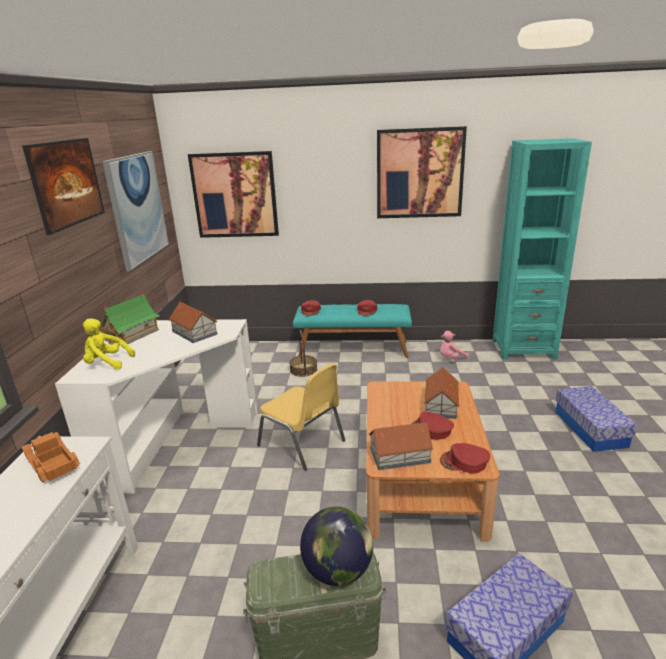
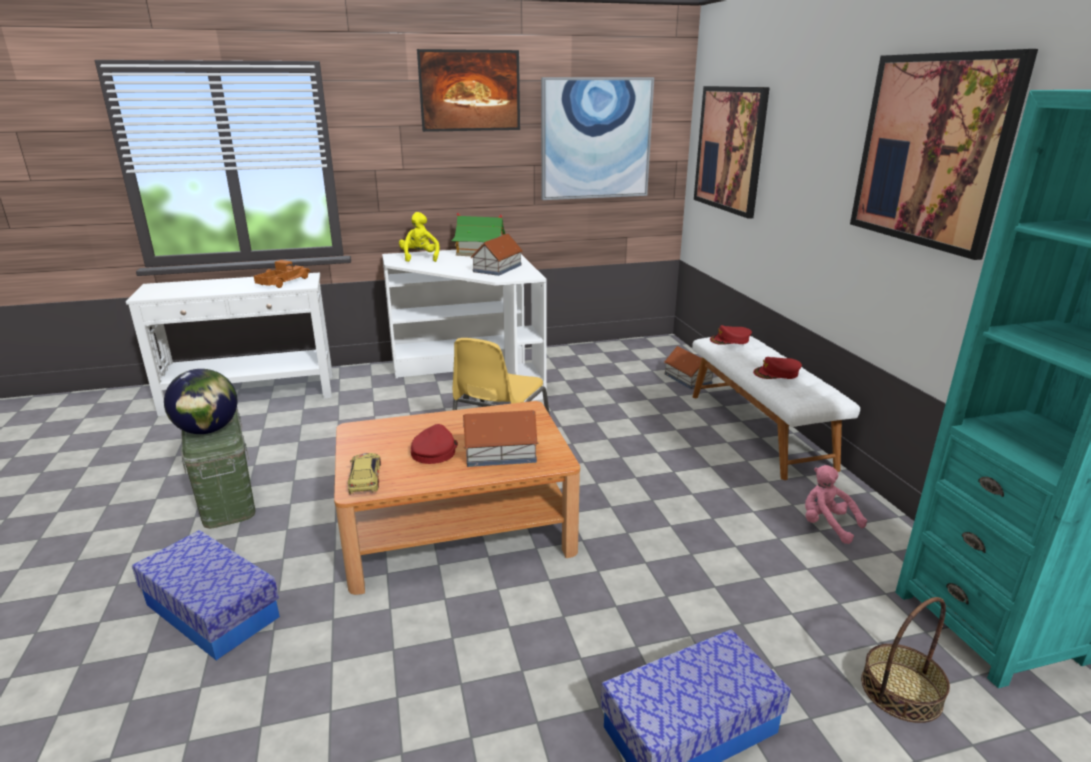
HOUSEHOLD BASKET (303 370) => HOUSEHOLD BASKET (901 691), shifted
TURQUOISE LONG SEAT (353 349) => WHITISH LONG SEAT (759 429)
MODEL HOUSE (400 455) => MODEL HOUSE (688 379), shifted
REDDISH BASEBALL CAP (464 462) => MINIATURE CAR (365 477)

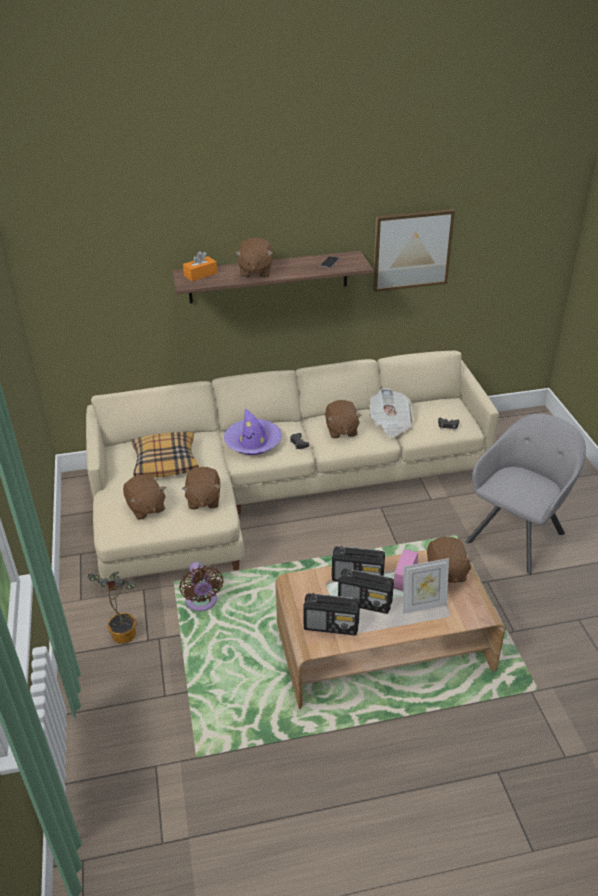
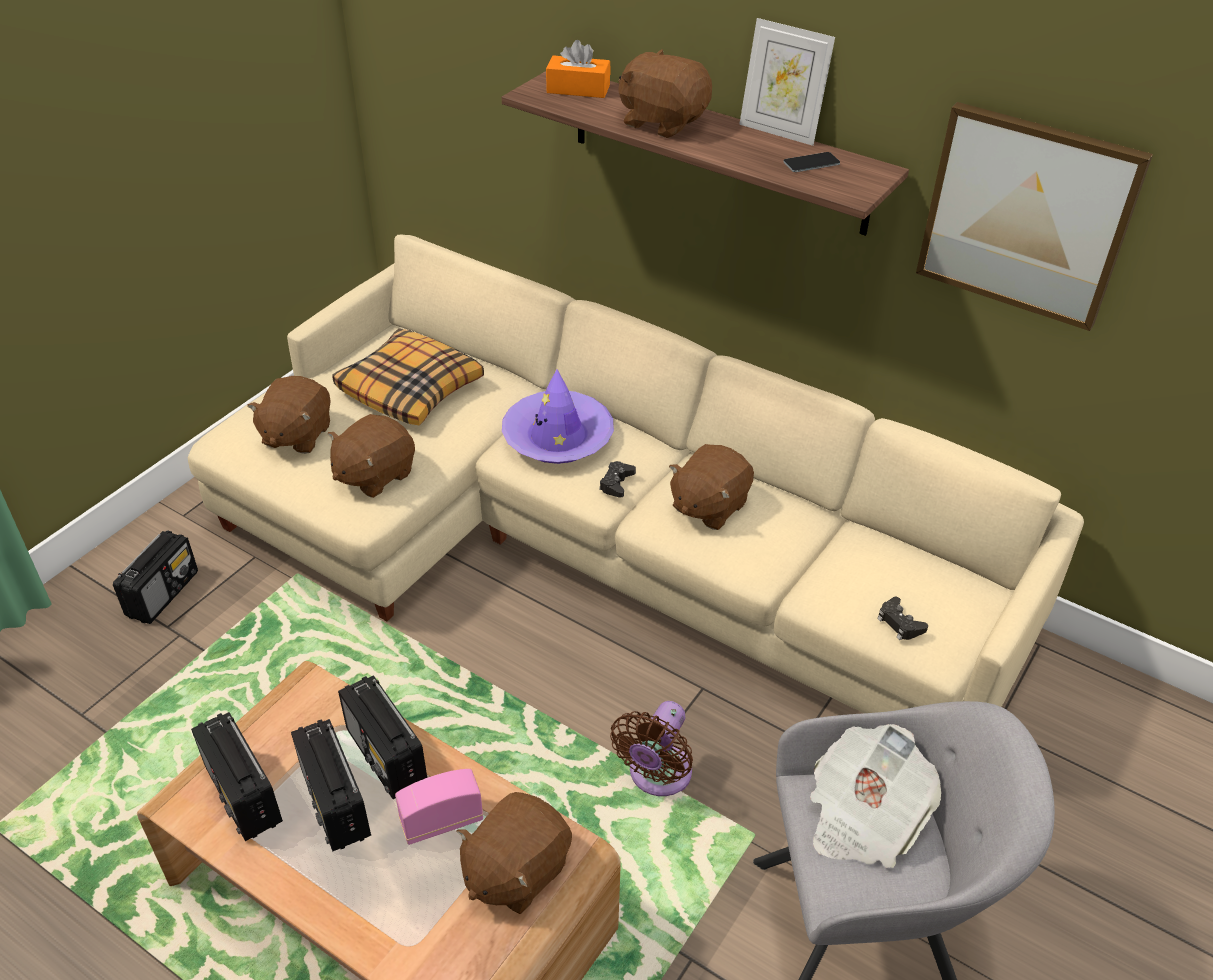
HOUSEPLANT (124 631) => RADIO (163 593)
BROWN-COLOURED FAN (202 603) => BROWN-COLOURED FAN (657 776), shifted
BROWN-COLOURED CUDDLY TOY (255 272) => BROWN-COLOURED CUDDLY TOY (663 122), 75 degrees clockwise
DAILY PAPER (390 423) => DAILY PAPER (863 816), shifted
PHOTO FRAME (423 606) => PHOTO FRAME (779 131), shifted

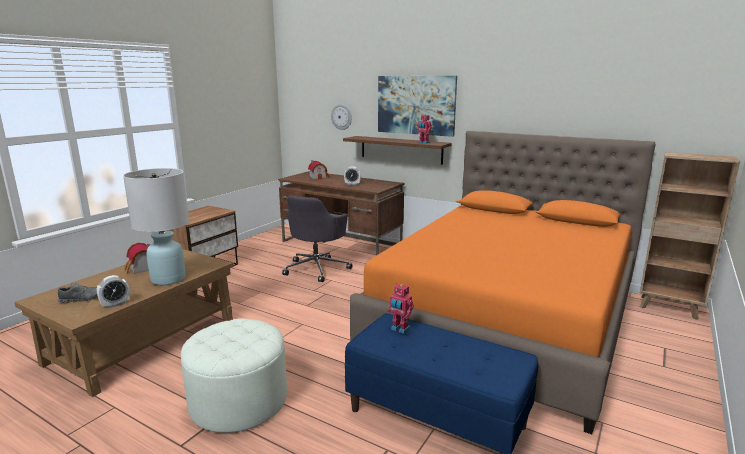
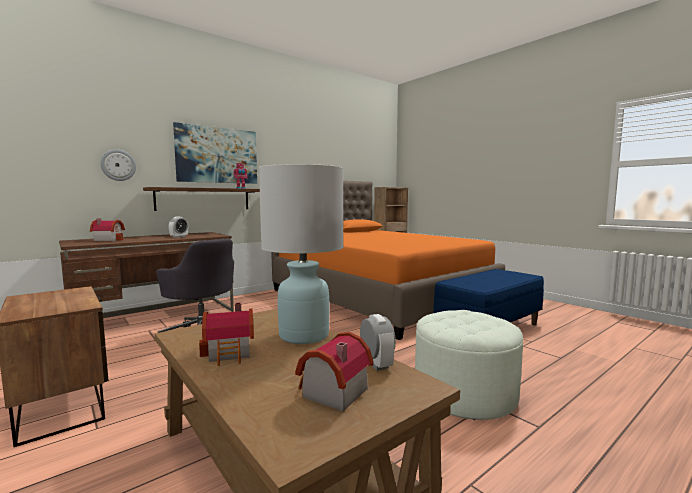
GREY SHOE (82 298) => MODEL HOUSE (331 392)
ROBOT FIGURE (400 329) => nothing

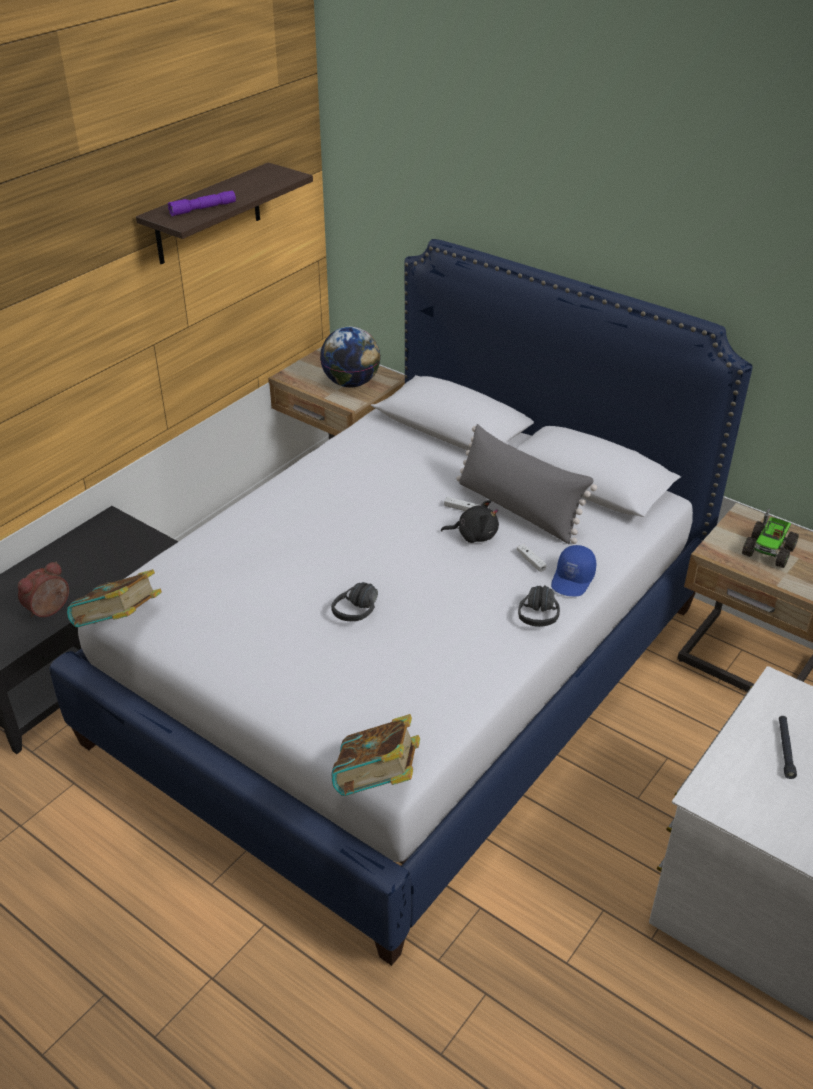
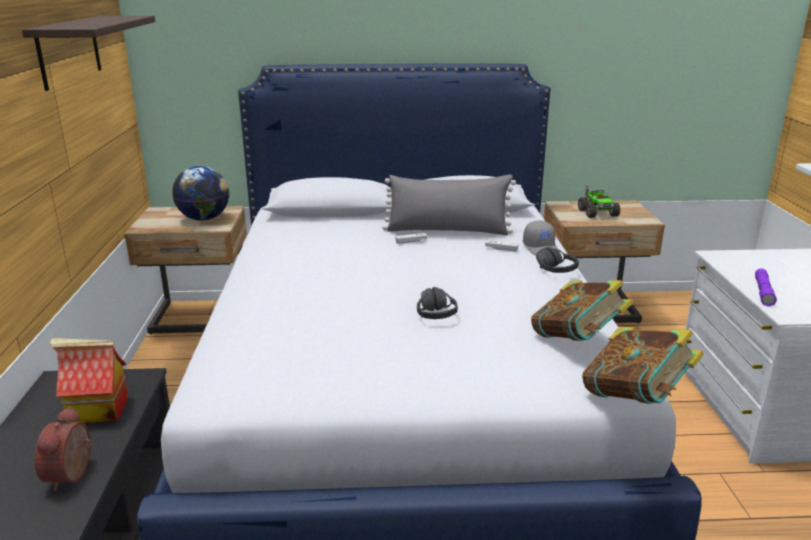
BOUND BOOK (119 624) => BOUND BOOK (577 341), shifted
PURPLE HAND TORCH (203 209) => PURPLE HAND TORCH (763 292), shifted
BLACK CUDDLY TOY (474 535) => nothing
BLUE BASEBALL CAP (573 580) => GREY BASEBALL CAP (541 248)
BLACK HAND TORCH (785 749) => nothing
nothing => MODEL HOUSE (97 411)

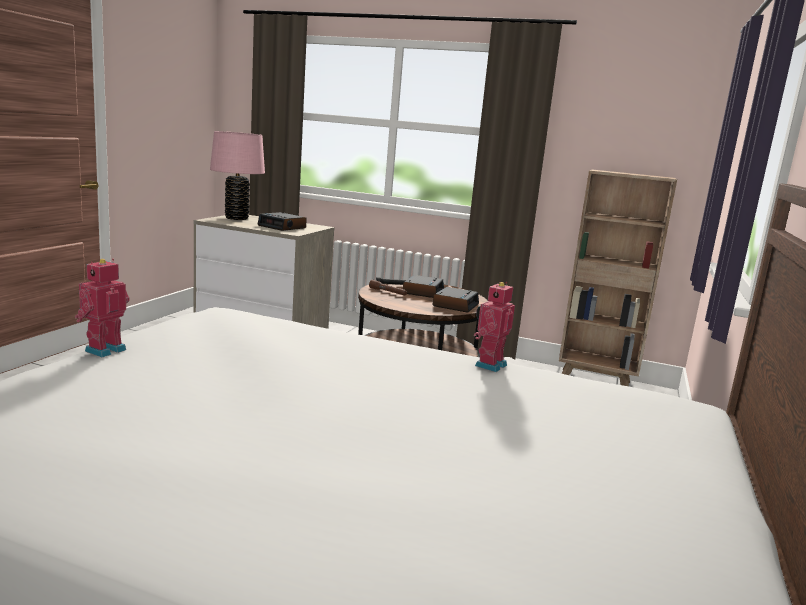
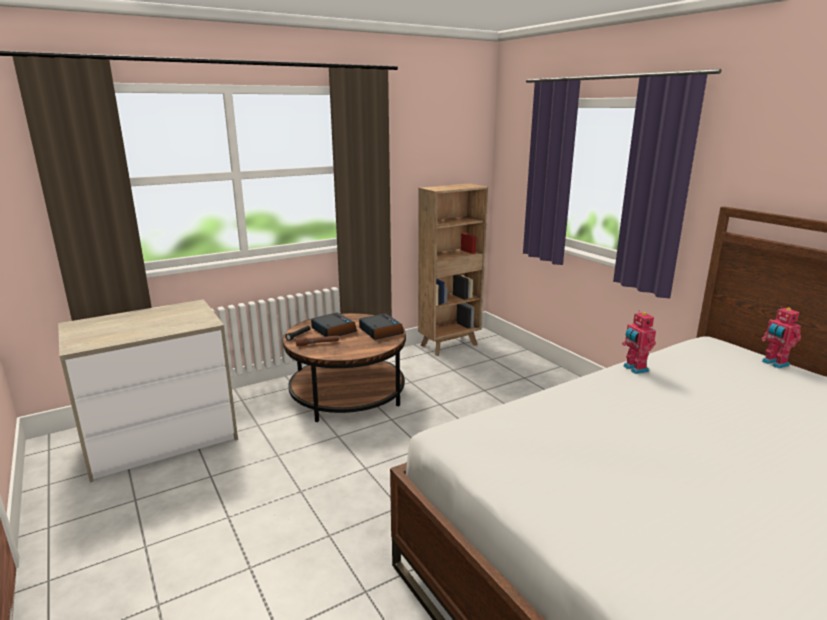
ROBOT FIGURE (104 350) => ROBOT FIGURE (774 363), shifted
PINK-COLOURED TABLETOP LAMP (236 218) => nothing
BEDSIDE CLOCK (282 227) => nothing

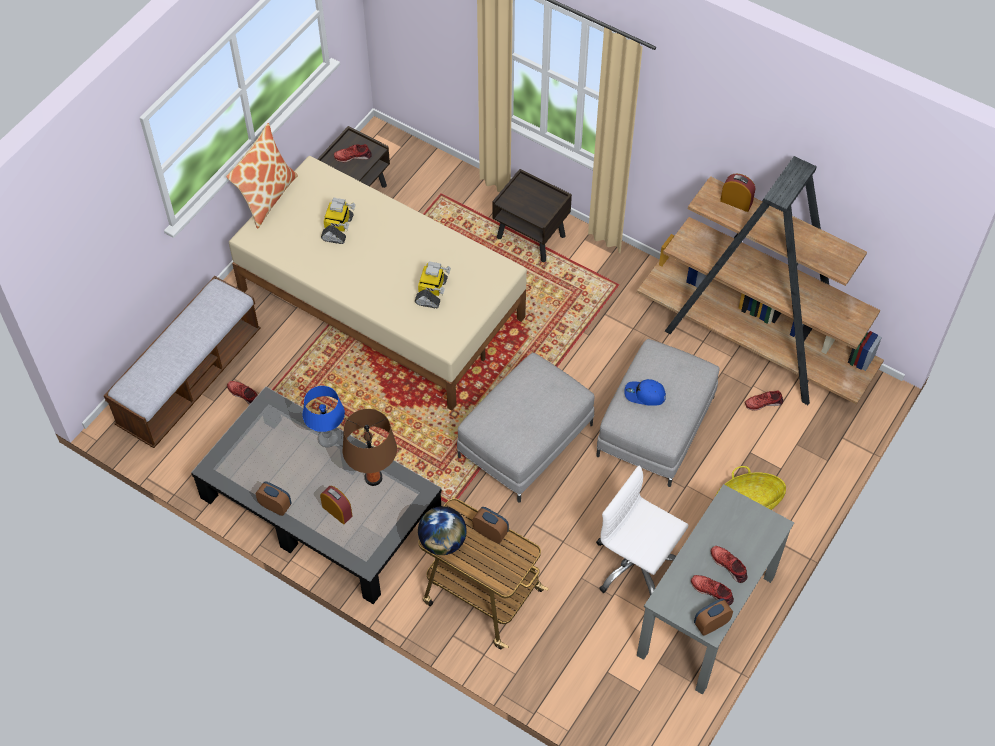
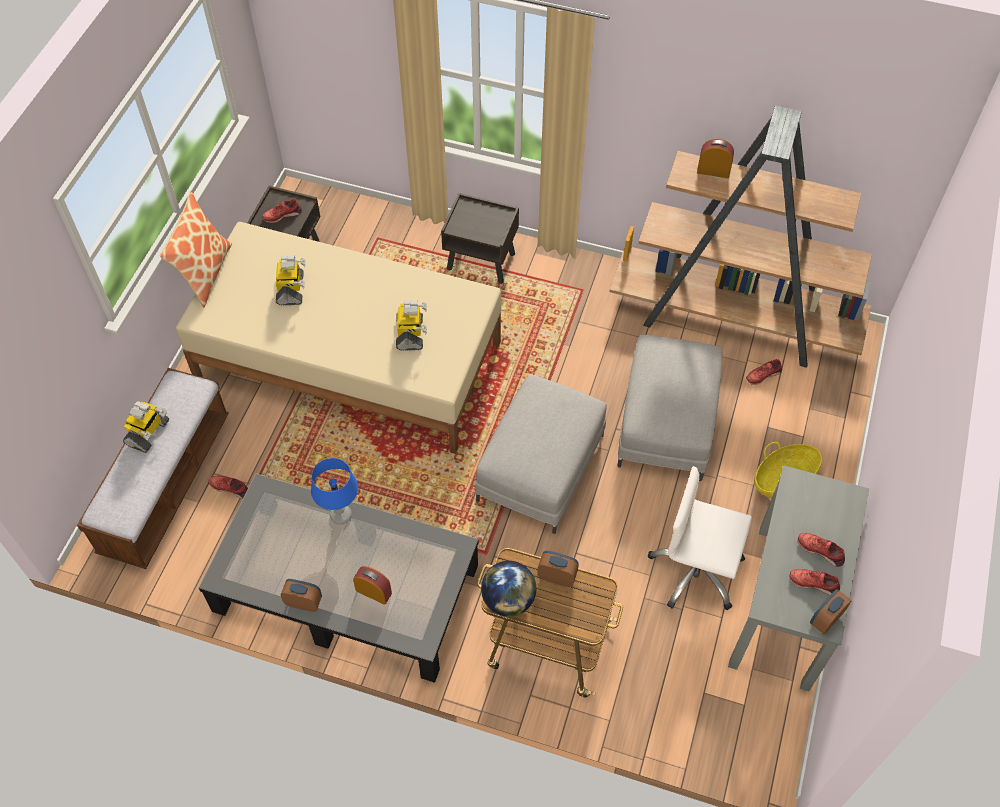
BROWN-COLOURED TABLETOP LAMP (373 478) => nothing
BLUE BASEBALL CAP (644 395) => nothing
nothing => ROBOT FIGURE (148 433)

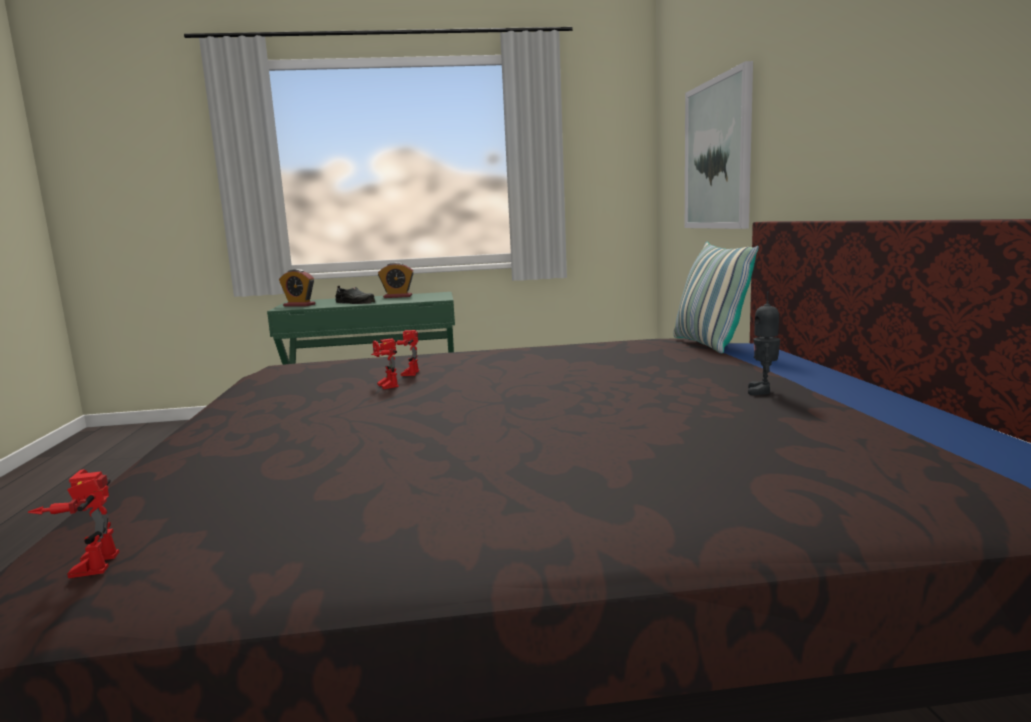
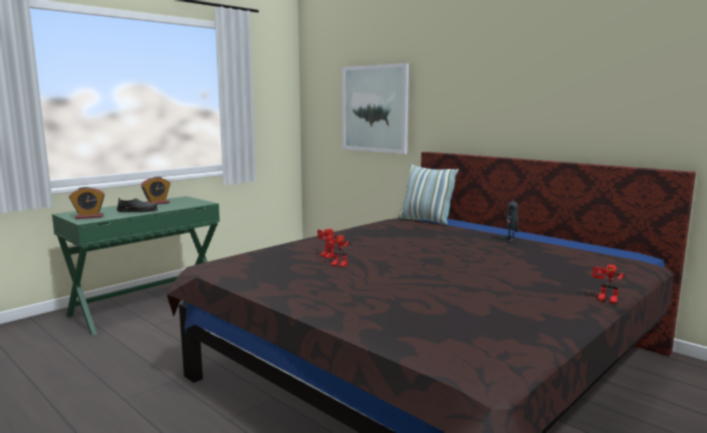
ROBOT FIGURE (88 563) => ROBOT FIGURE (605 300), shifted

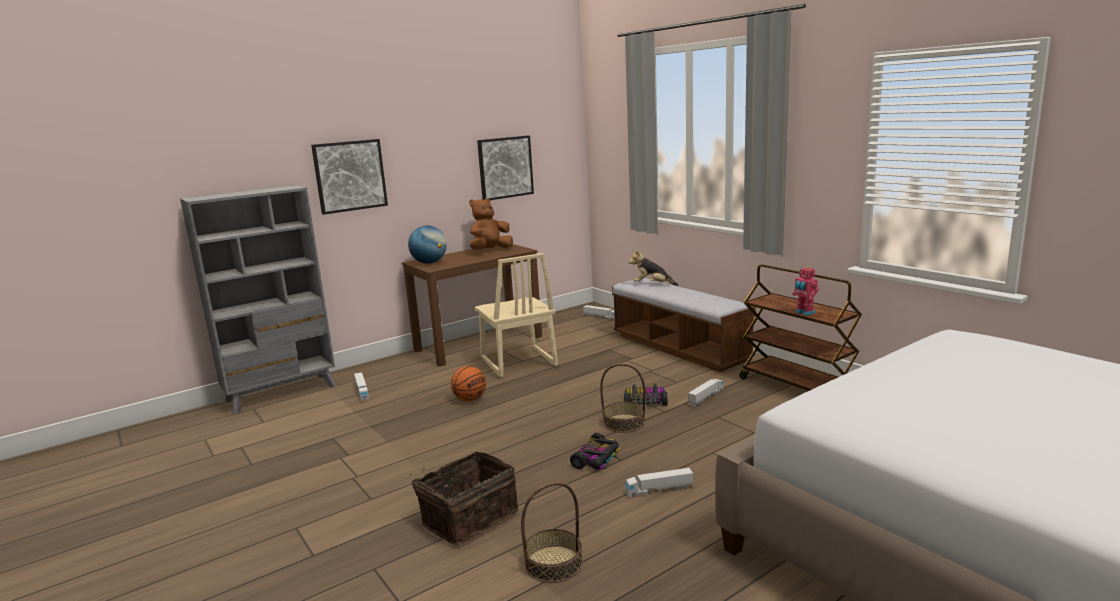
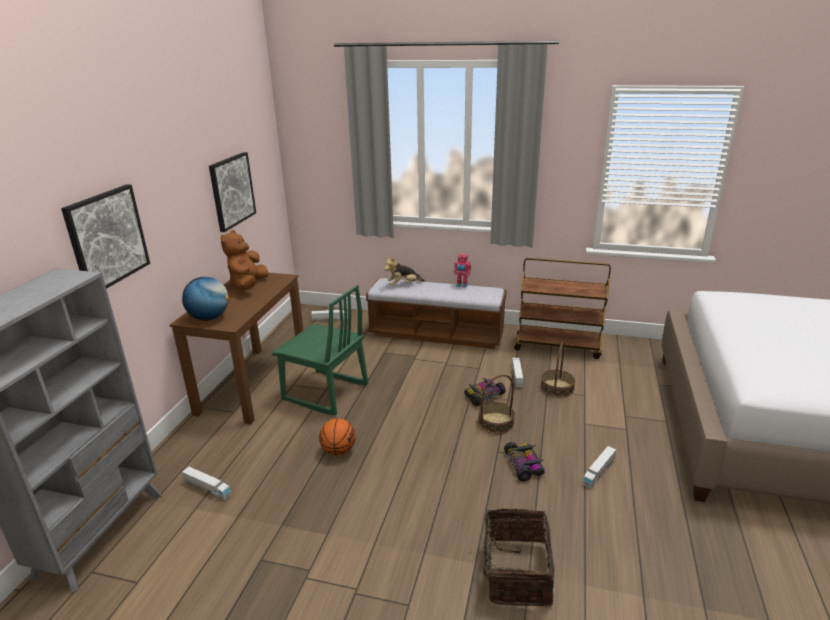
BEIGE PLAIN CHAIR (517 363) => GREEN PLAIN CHAIR (325 393)
HOUSEHOLD BASKET (553 563) => HOUSEHOLD BASKET (557 388), shifted
ROBOT FIGURE (804 312) => ROBOT FIGURE (462 285), shifted

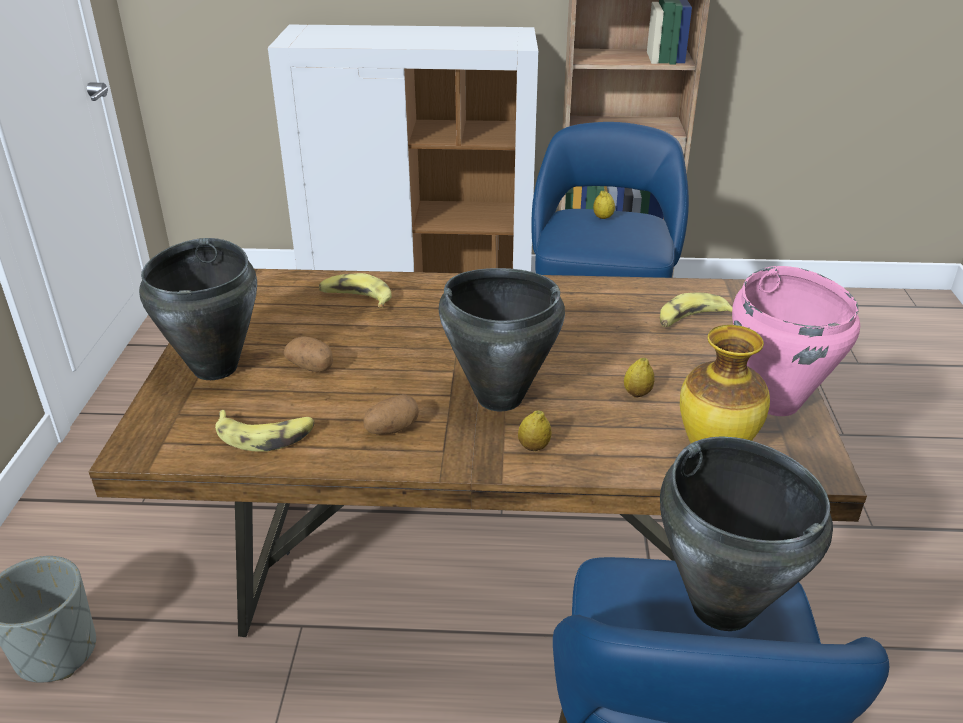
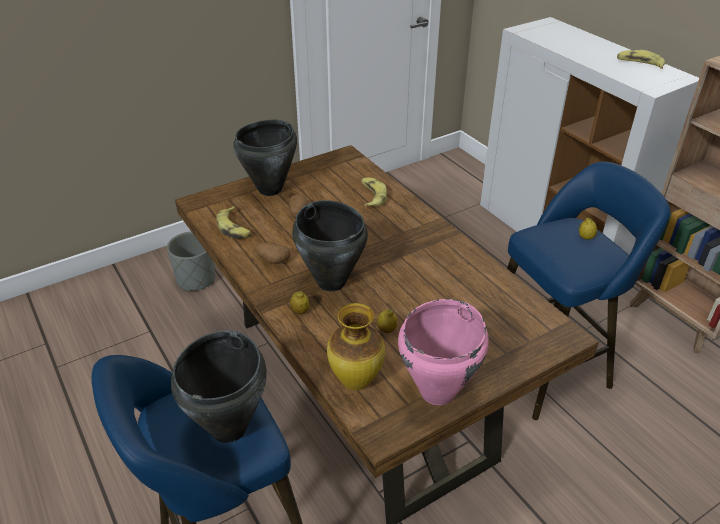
BANANA FRUIT (692 320) => BANANA FRUIT (639 64), shifted

